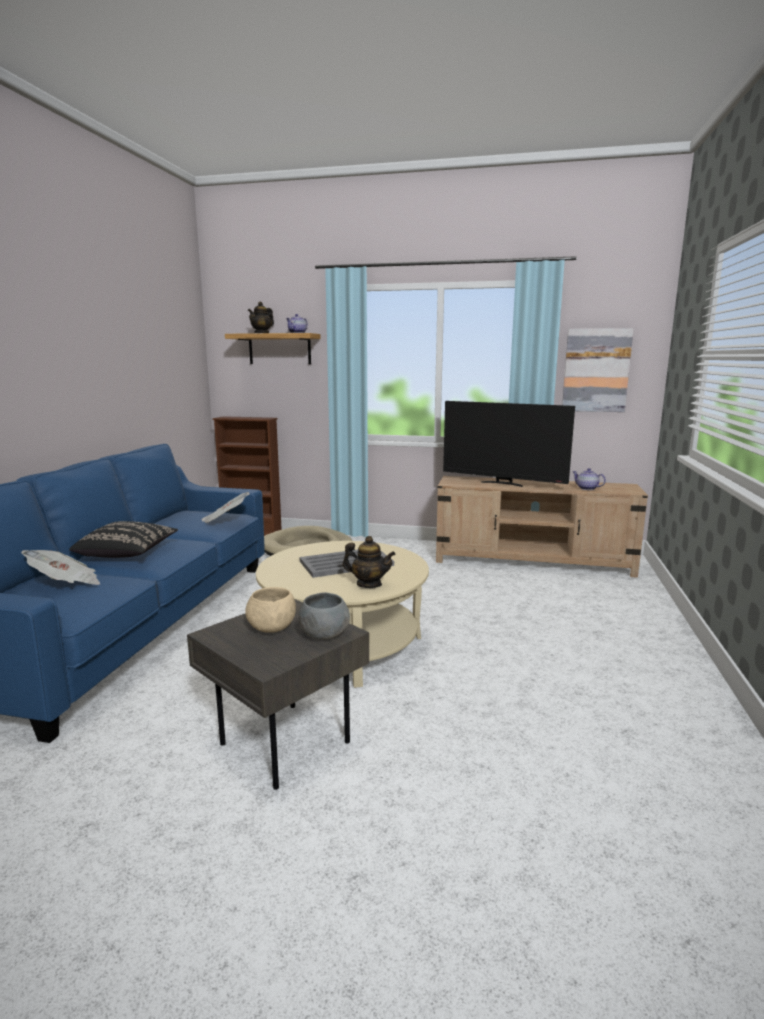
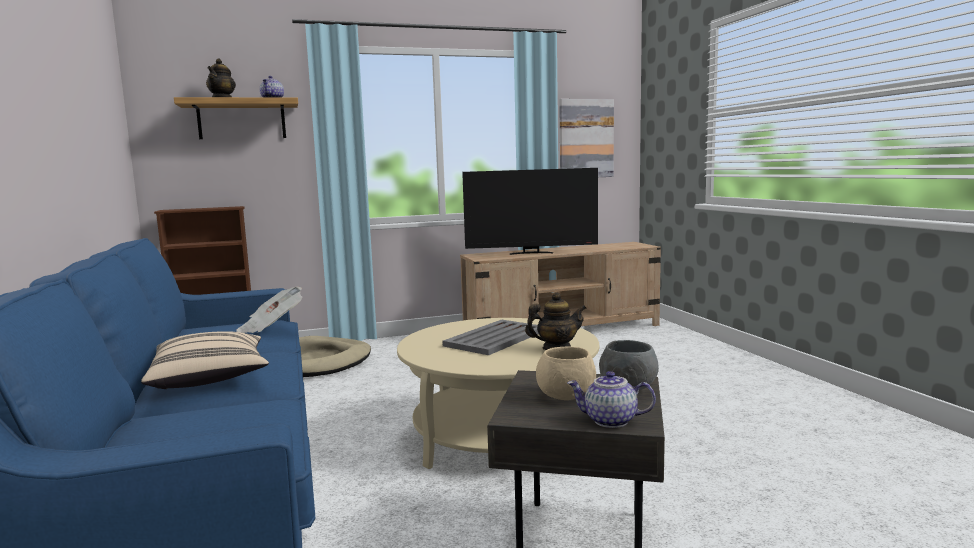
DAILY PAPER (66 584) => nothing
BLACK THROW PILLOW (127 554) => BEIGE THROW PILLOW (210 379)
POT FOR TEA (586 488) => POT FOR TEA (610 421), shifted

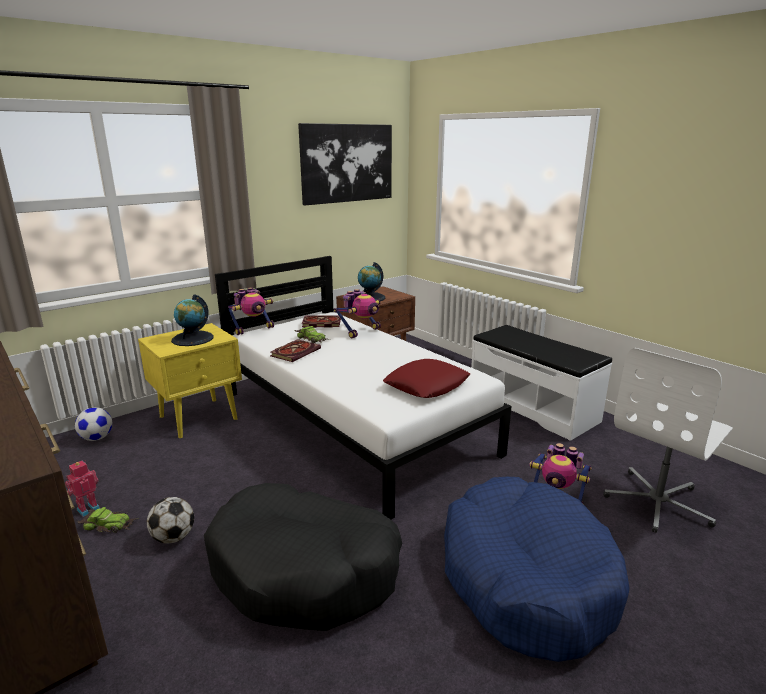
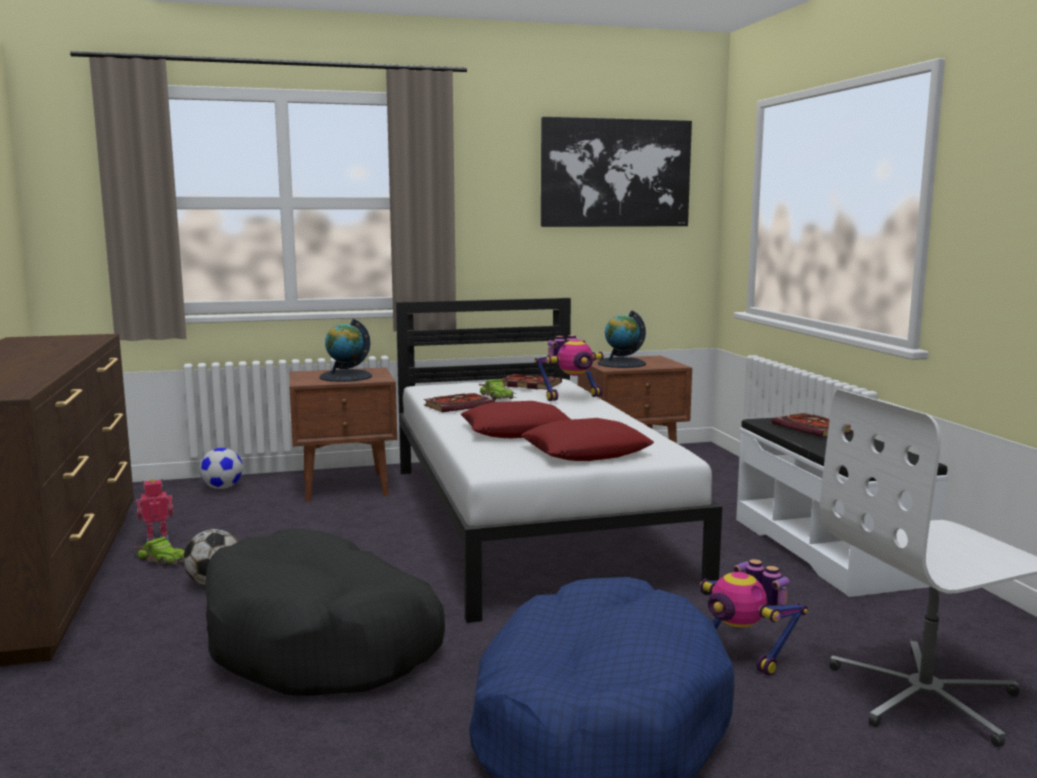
YELLOWISH NIGHTSTAND (200 417) => BROWN-COLOURED NIGHTSTAND (346 487)
ROBOT FIGURE (253 329) => nothing
nothing => REDDISH THROW PILLOW (517 430)
nothing => BOUND BOOK (814 429)

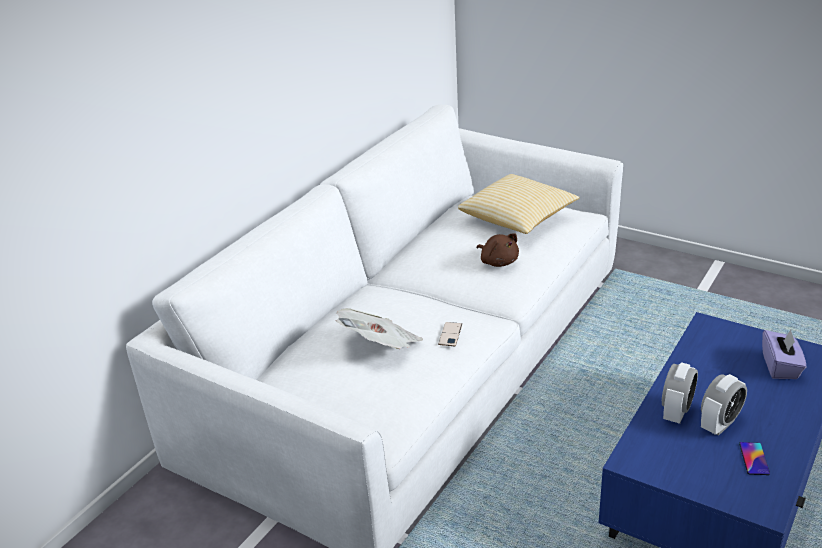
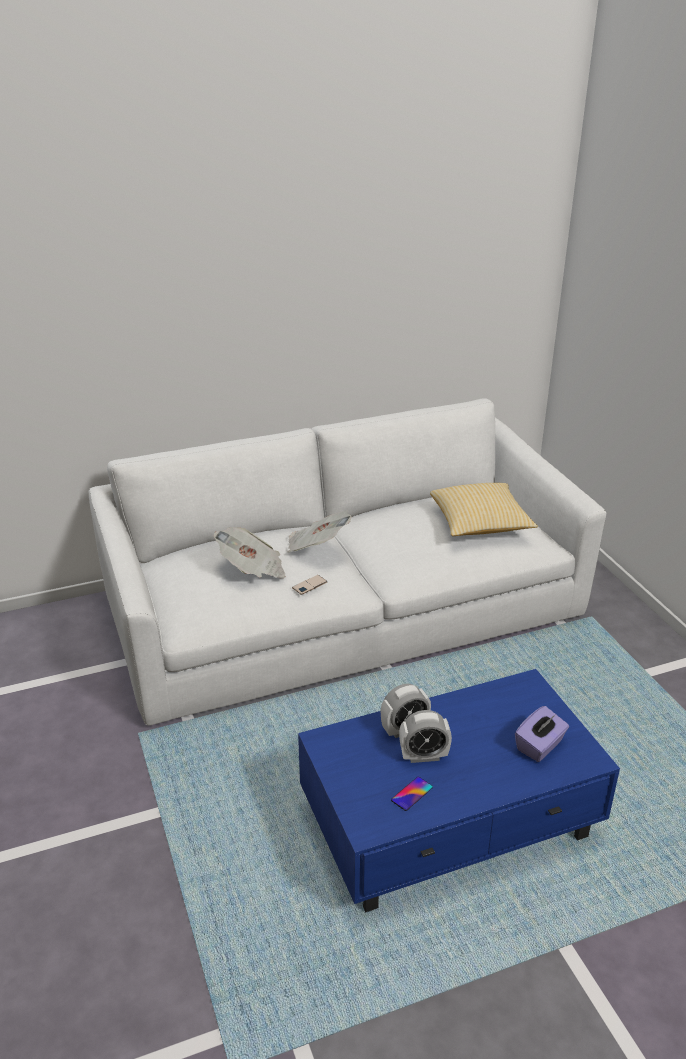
BROWN-COLOURED CUDDLY TOY (498 261) => nothing
nothing => DAILY PAPER (317 546)

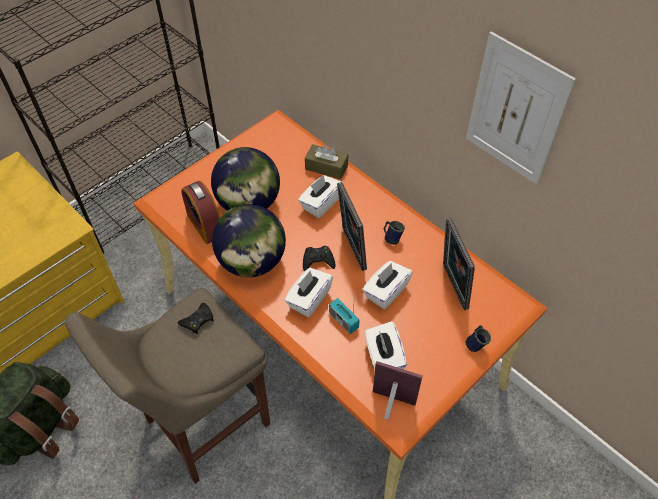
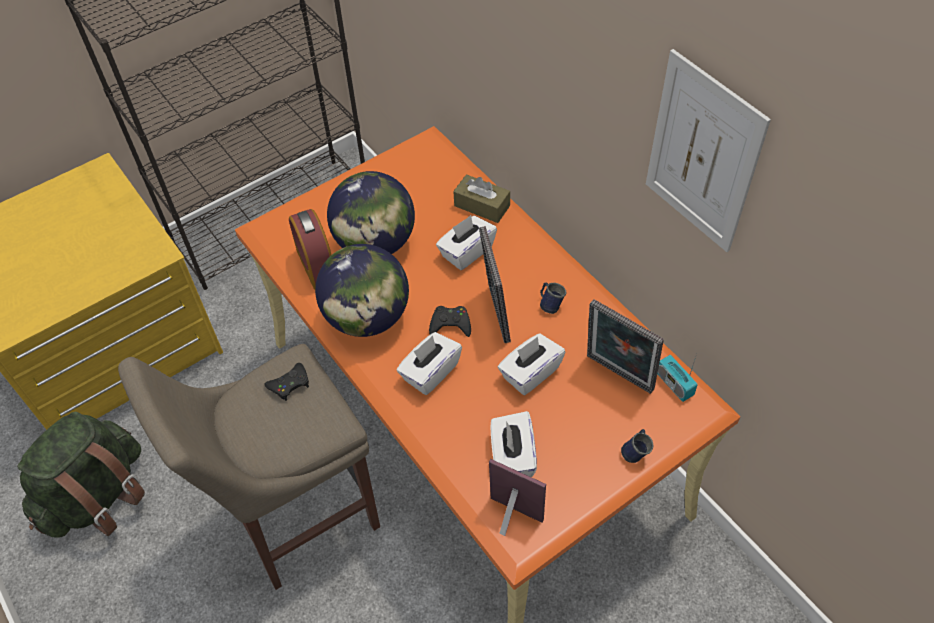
RADIO (343 320) => RADIO (674 384), shifted
PHOTO FRAME (451 287) => PHOTO FRAME (617 376), 45 degrees counterclockwise

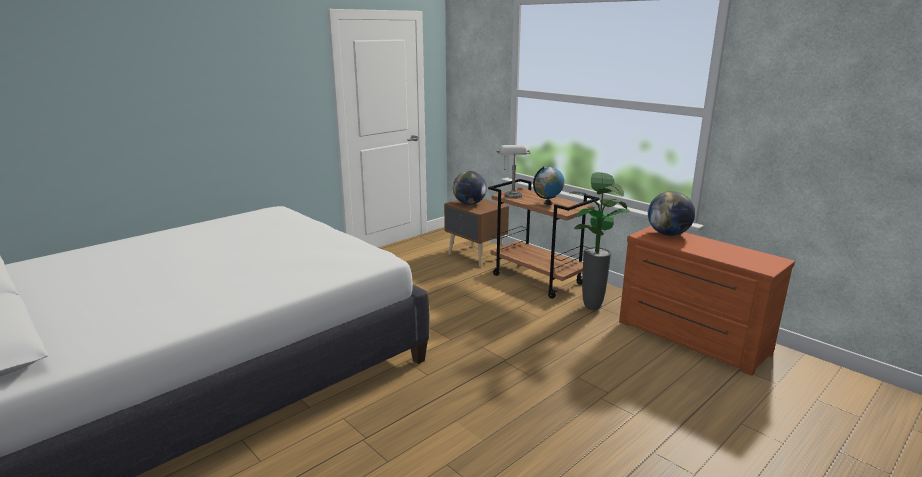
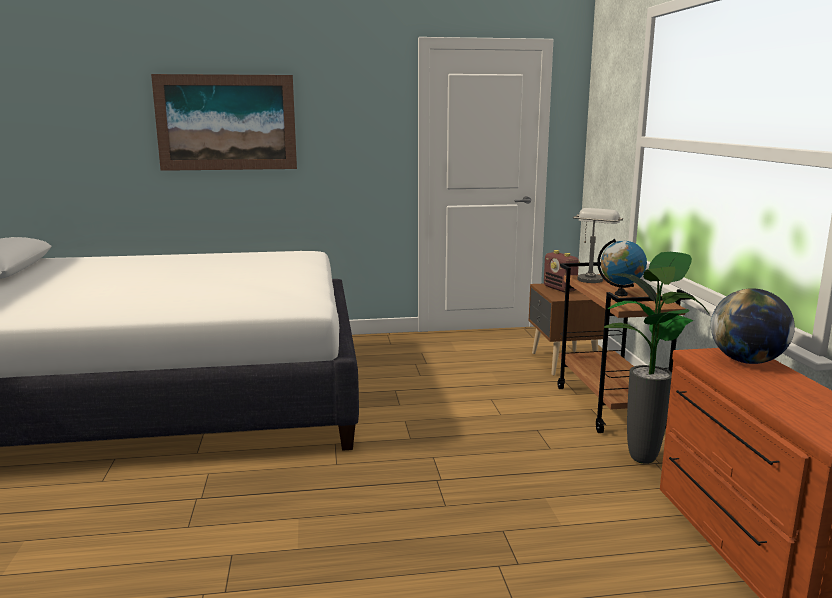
DESK GLOBE (469 204) => RADIO (560 289)
nothing => WALL ART (226 122)

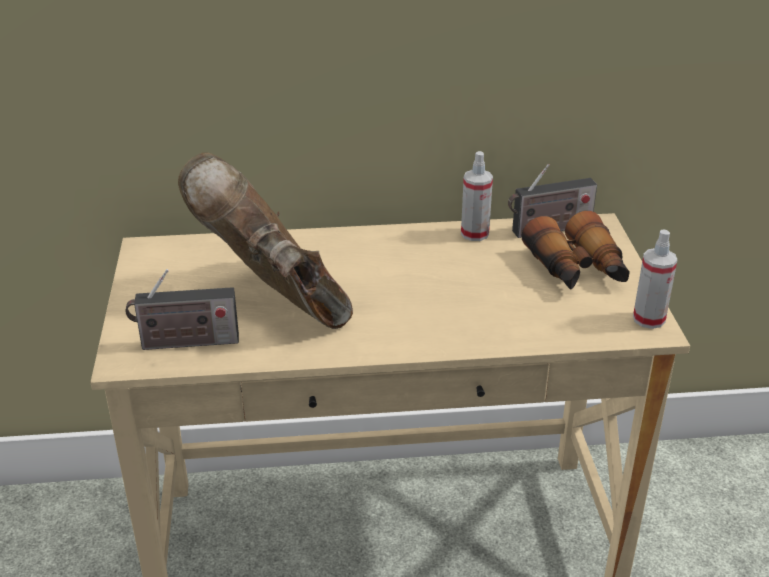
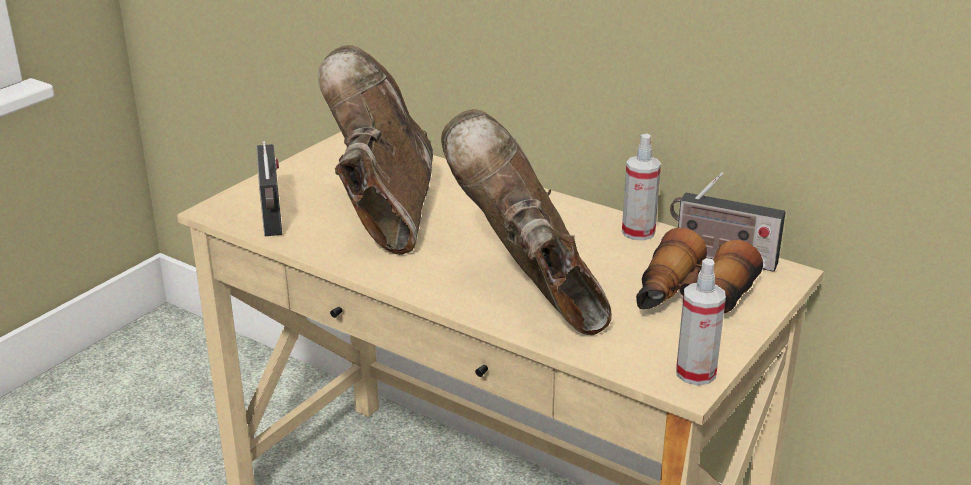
RADIO (185 343) => RADIO (273 216), 135 degrees counterclockwise
nothing => BROWN-COLOURED BOOT (531 291)

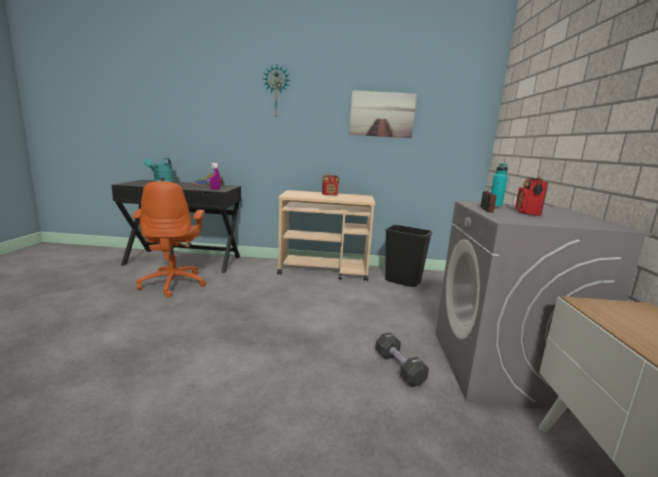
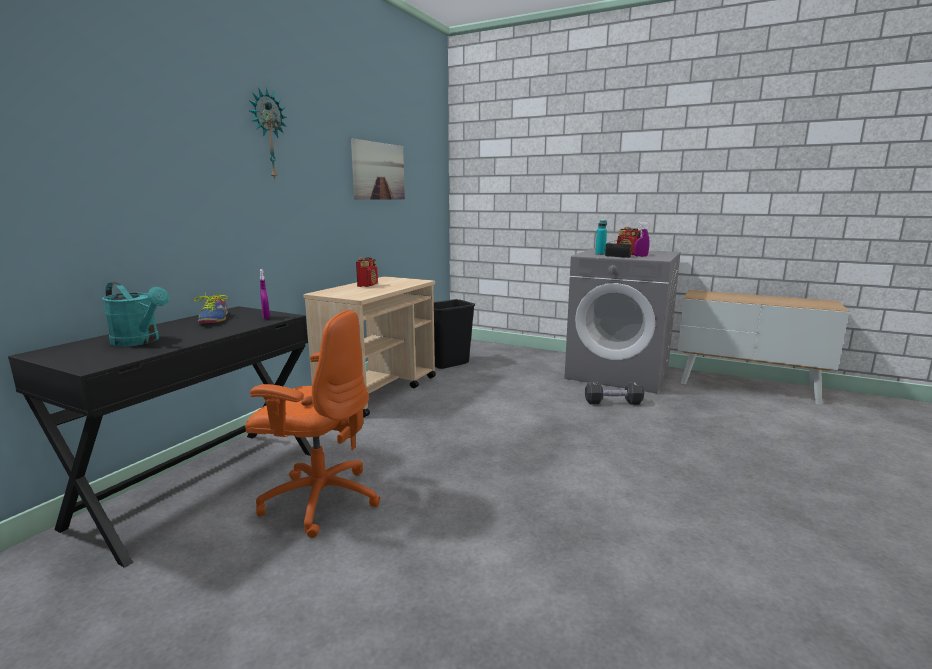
nothing => PURPLE SPRAYER (640 256)

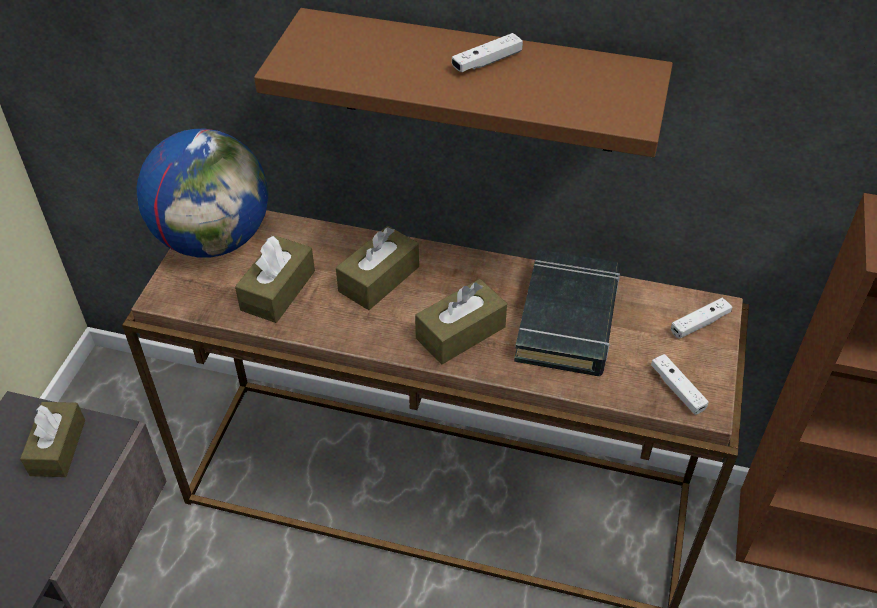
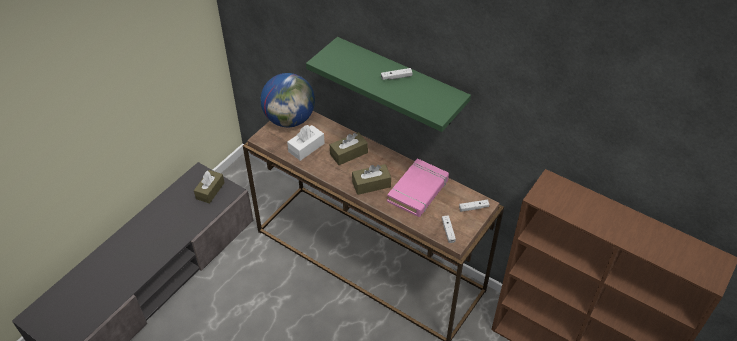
BROWN-COLOURED BOX OF TISSUES (278 290) => WHITISH BOX OF TISSUES (306 147)
BROWN-COLOURED BRACKET SHELF (478 82) => GREEN BRACKET SHELF (400 82)
BLACK BOUND BOOK (568 319) => PINK-COLOURED BOUND BOOK (418 191)

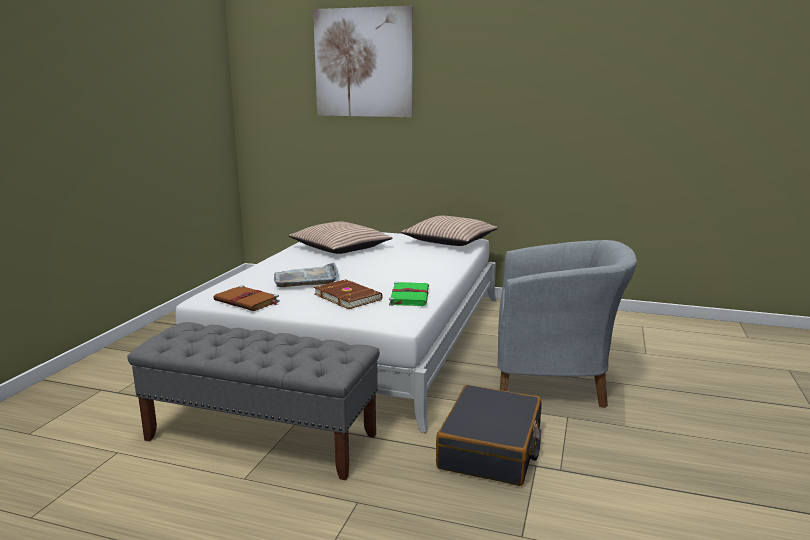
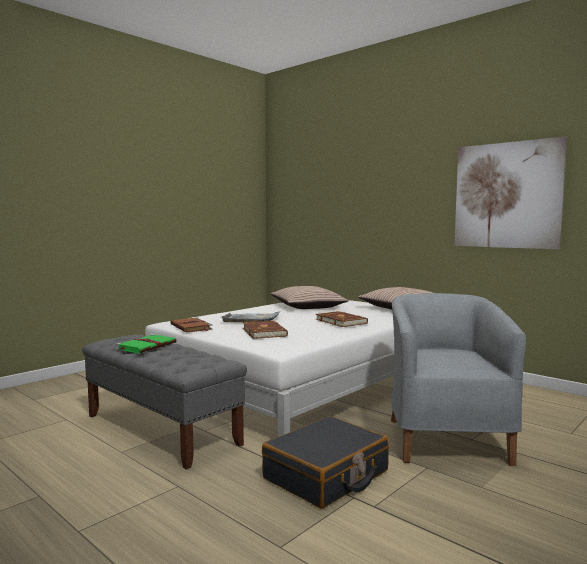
WALL ART (363 63) => WALL ART (507 195), shifted
GREEN BOUND BOOK (409 296) => GREEN BOUND BOOK (147 346), shifted
GREY LOUNGE CHAIR (555 381) => GREY LOUNGE CHAIR (445 438), 120 degrees counterclockwise
nothing => BROWN-COLOURED BOUND BOOK (341 321)

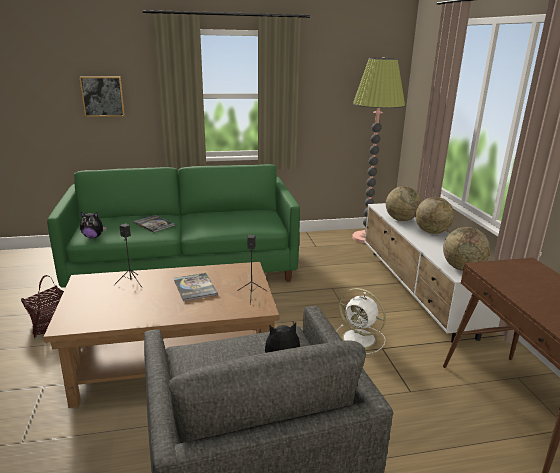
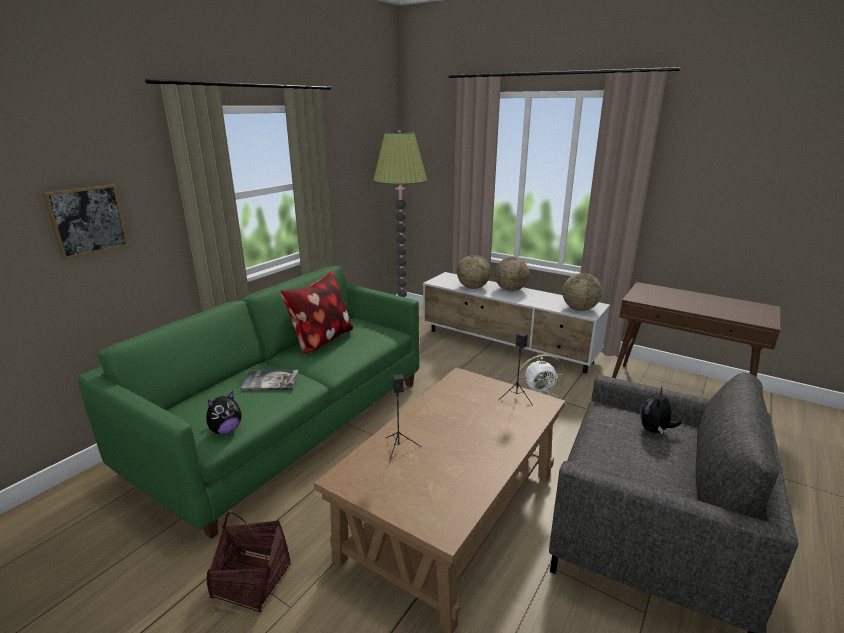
BOUND BOOK (195 287) => nothing
nothing => THROW PILLOW (321 341)

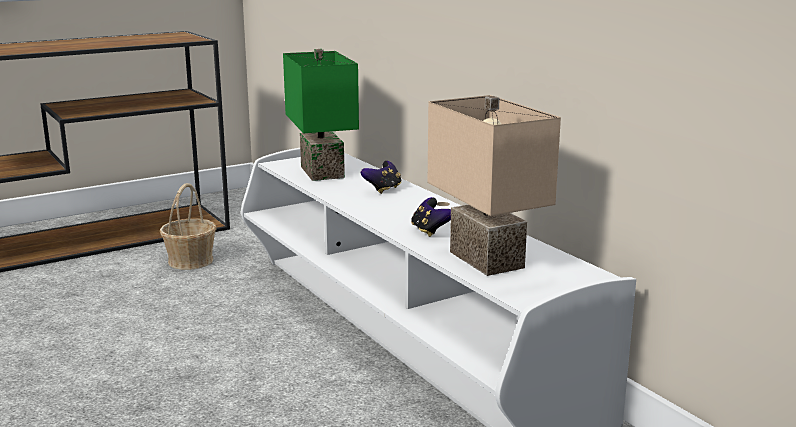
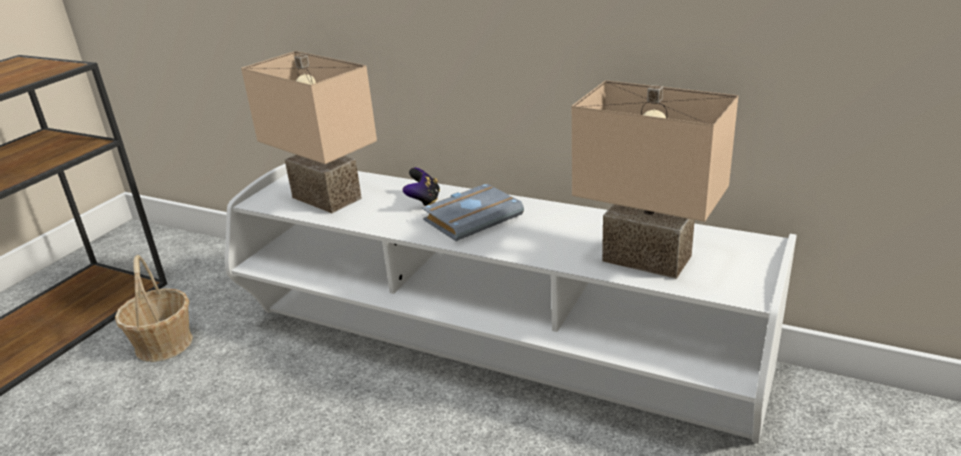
GREEN TABLETOP LAMP (319 172) => BEIGE TABLETOP LAMP (323 199)
JOYPAD (430 231) => nothing
nothing => GREY BOUND BOOK (473 217)

